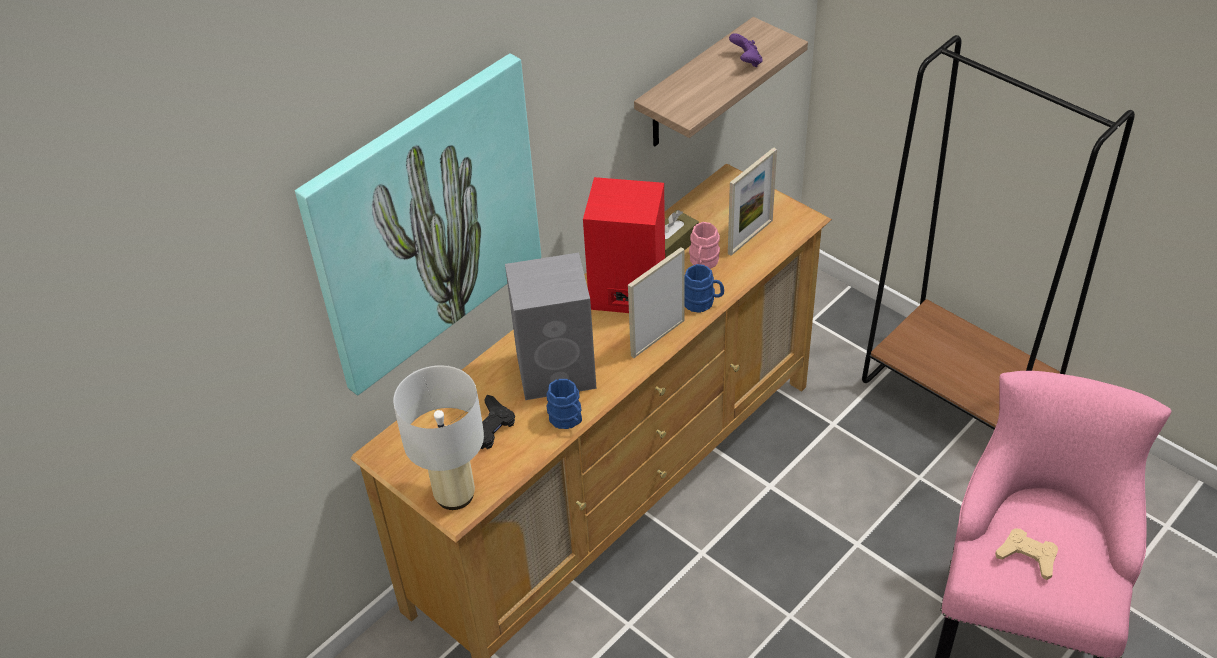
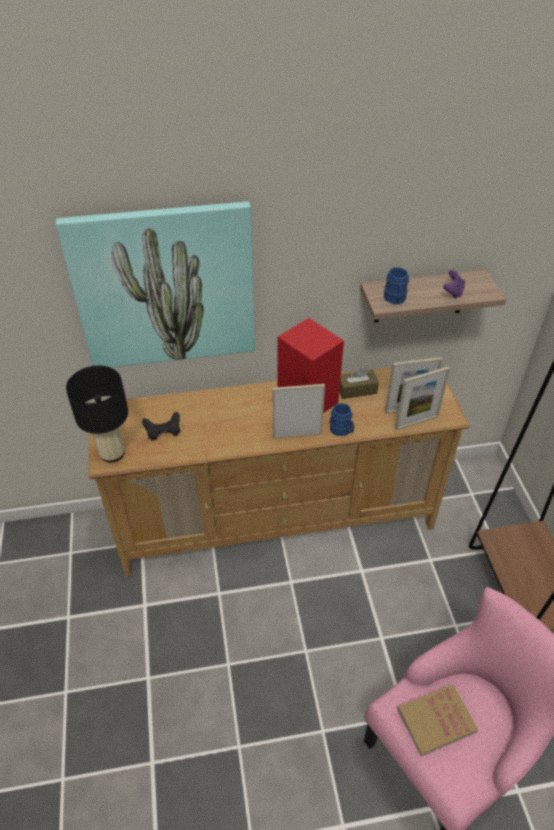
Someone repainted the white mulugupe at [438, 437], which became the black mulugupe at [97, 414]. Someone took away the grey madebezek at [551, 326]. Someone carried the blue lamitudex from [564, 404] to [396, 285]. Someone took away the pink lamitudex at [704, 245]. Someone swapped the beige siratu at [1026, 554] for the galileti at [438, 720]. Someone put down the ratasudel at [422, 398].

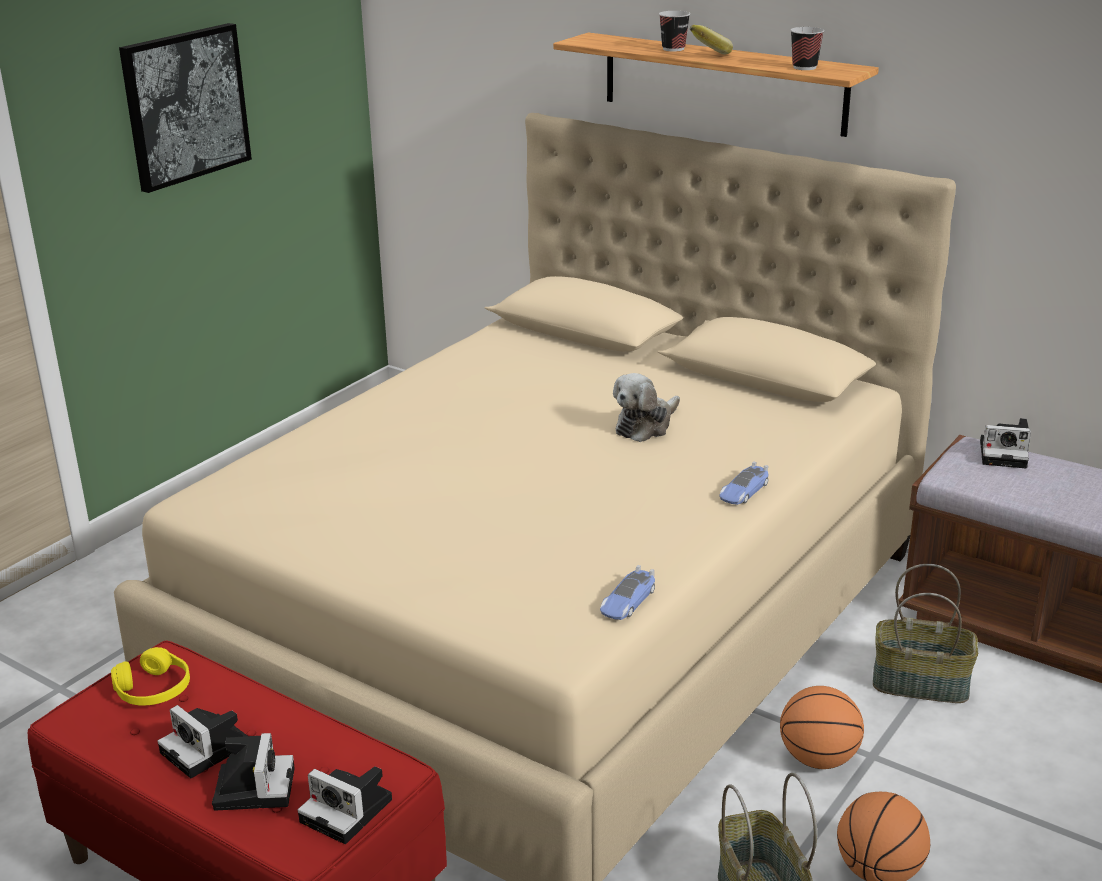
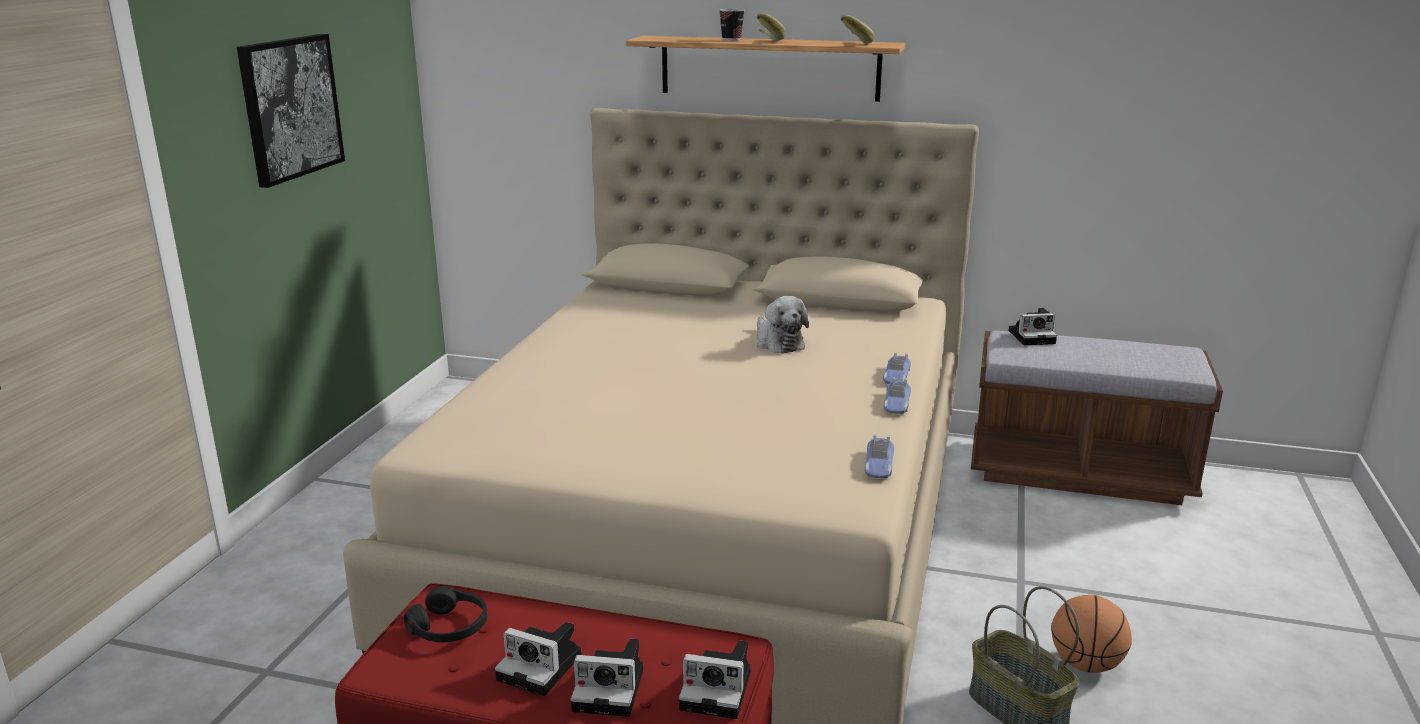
Someone repainted the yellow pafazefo at [150, 676], which became the black pafazefo at [445, 614]. Someone rotated the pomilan at [253, 772] by 120 degrees clockwise. Someone rotated the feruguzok at [646, 407] by 45 degrees counterclockwise. Someone took away the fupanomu at [822, 727]. Someone swapped the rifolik at [807, 48] for the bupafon at [857, 29]. Someone took away the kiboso at [925, 633]. Someone put down the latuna at [897, 396].

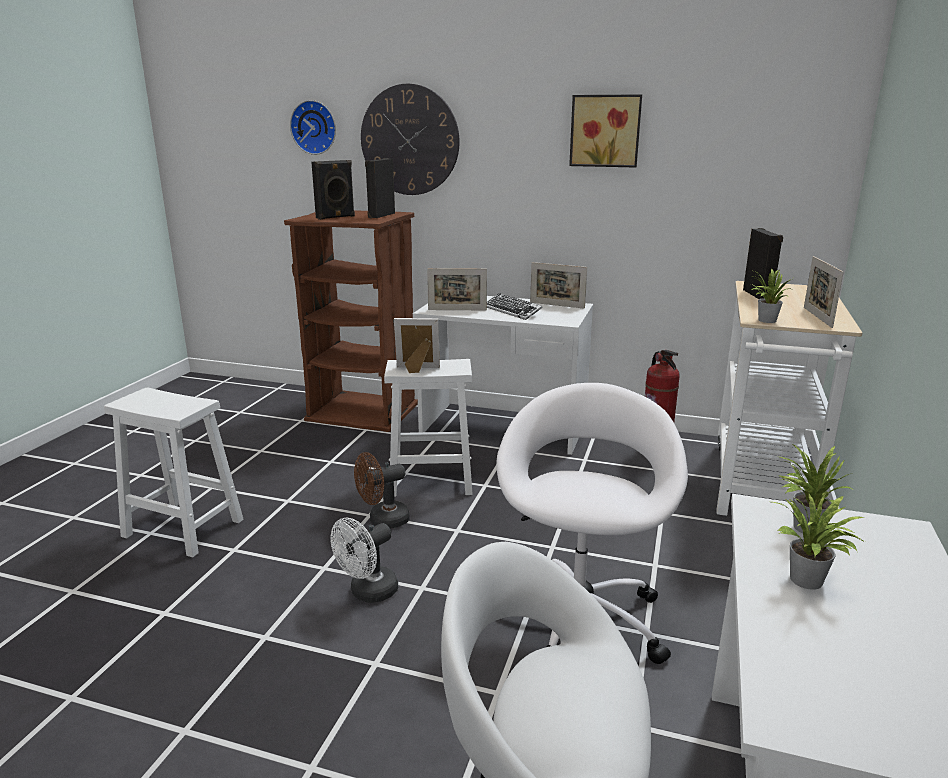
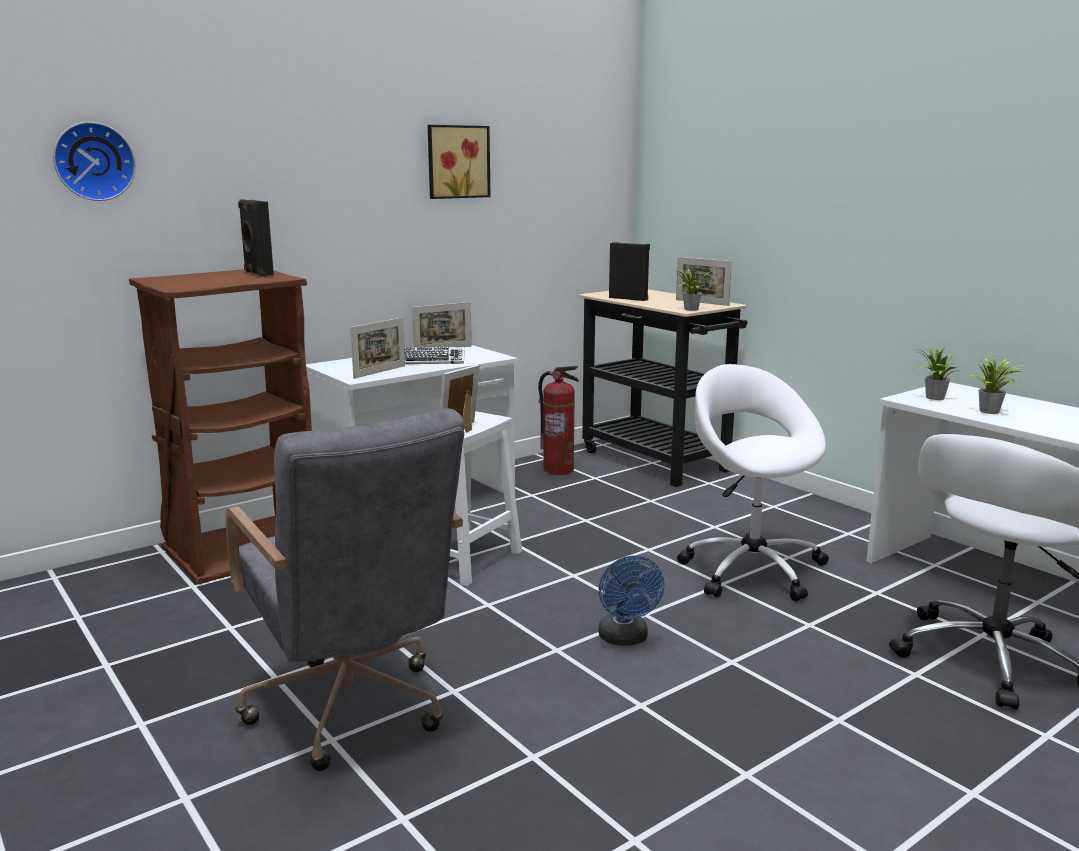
Someone swapped the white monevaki at [174, 472] for the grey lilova at [345, 589]. Someone took away the black madebezek at [333, 190]. Someone repainted the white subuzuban at [364, 560], which became the blue subuzuban at [631, 601]. Someone took away the brown subuzuban at [382, 490]. Someone took away the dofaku at [410, 139]. Someone repainted the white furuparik at [789, 398], which became the black furuparik at [663, 388].

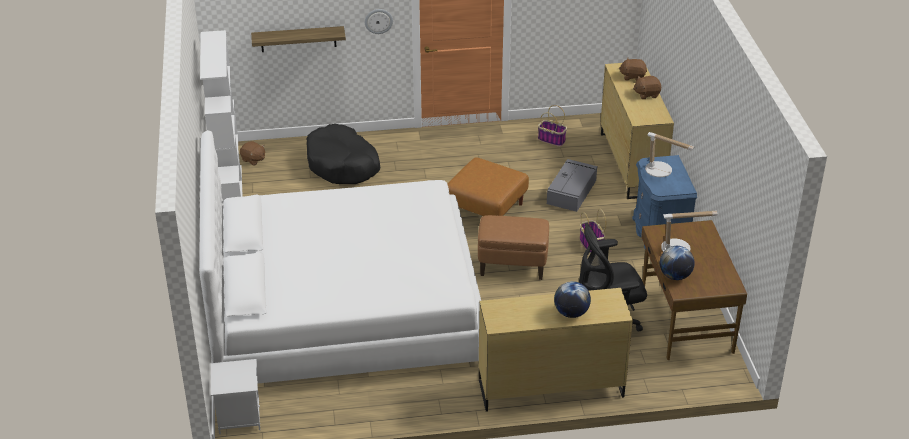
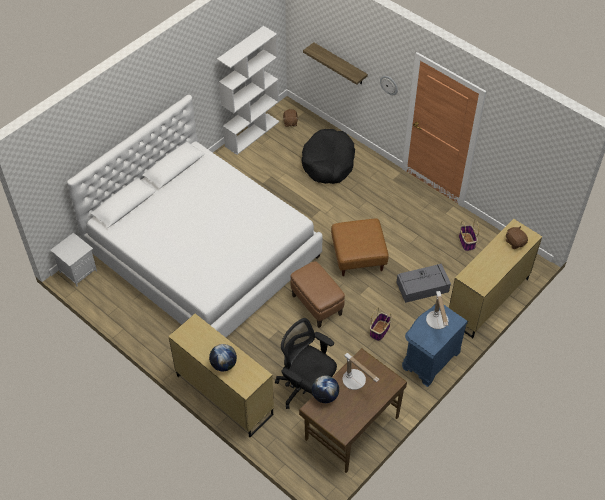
Someone took away the brown feruguzok at [647, 87].

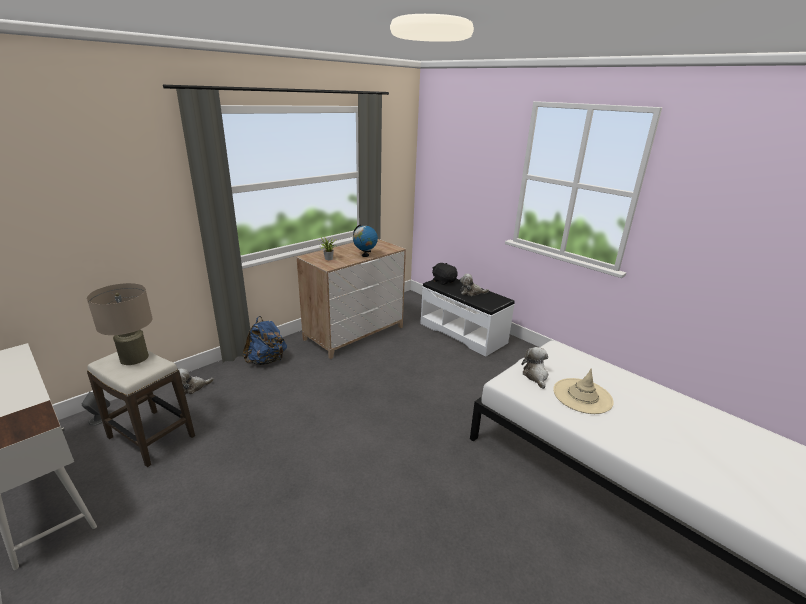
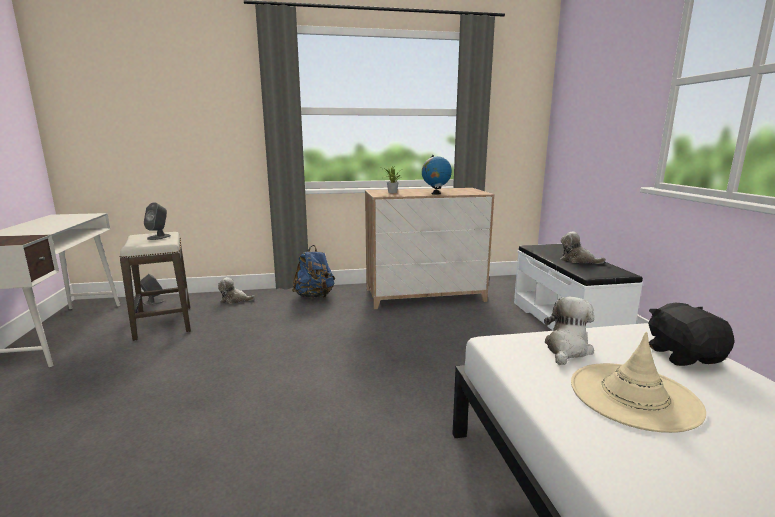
Someone swapped the beige mulugupe at [120, 324] for the grey madebezek at [157, 221]. Someone carried the black feruguzok from [445, 274] to [691, 334].

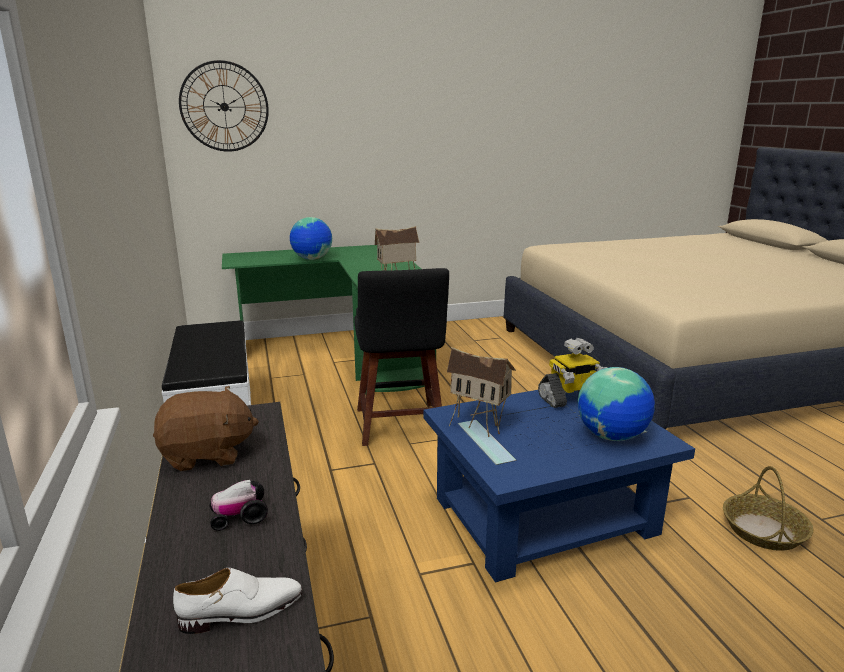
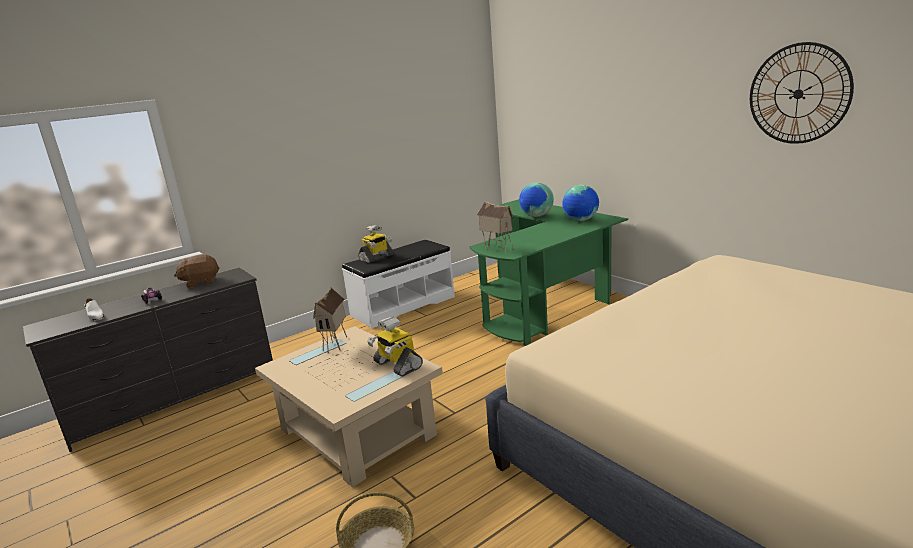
Someone rotated the brown feruguzok at [206, 428] by 105 degrees clockwise. Someone carried the dofaku from [224, 106] to [802, 93]. Someone took away the black monevaki at [401, 357]. Someone repainted the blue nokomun at [559, 486], which became the beige nokomun at [349, 406]. Someone carried the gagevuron from [616, 404] to [580, 203]. Someone put down the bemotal at [376, 244].

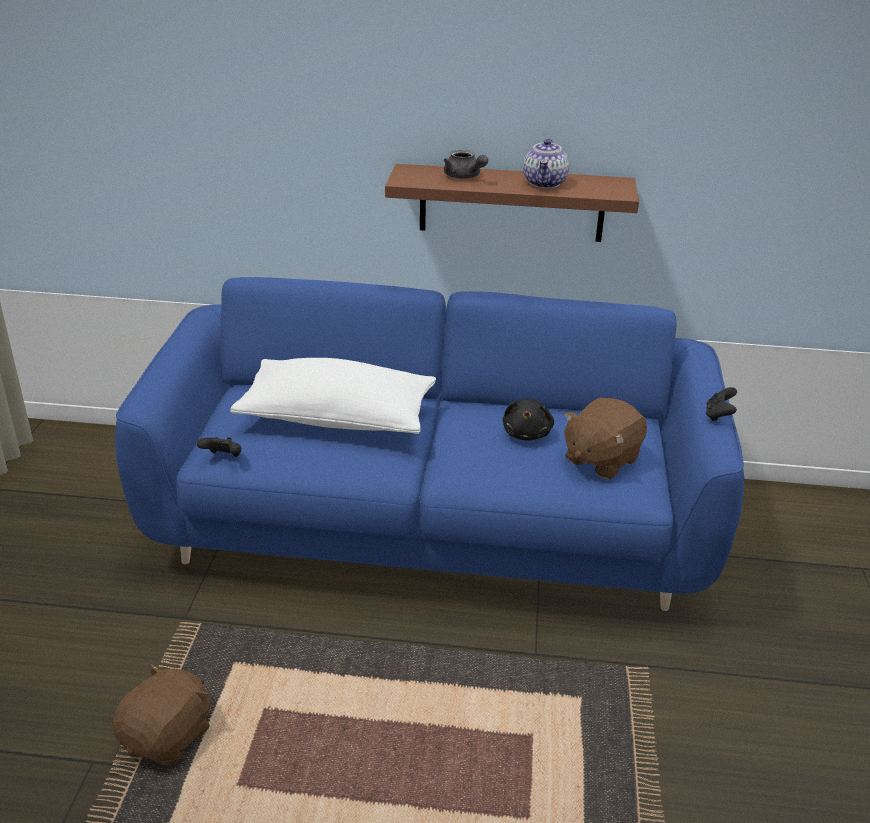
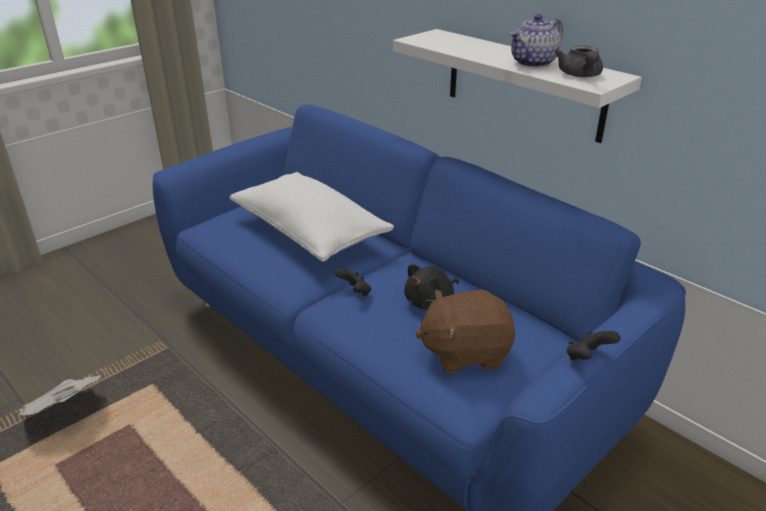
Someone swapped the brown feruguzok at [161, 715] for the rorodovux at [60, 395]. Someone carried the black siratu from [219, 447] to [353, 282]. Someone repainted the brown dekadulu at [512, 203], which became the white dekadulu at [517, 86]. Someone carried the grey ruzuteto from [466, 164] to [579, 61].

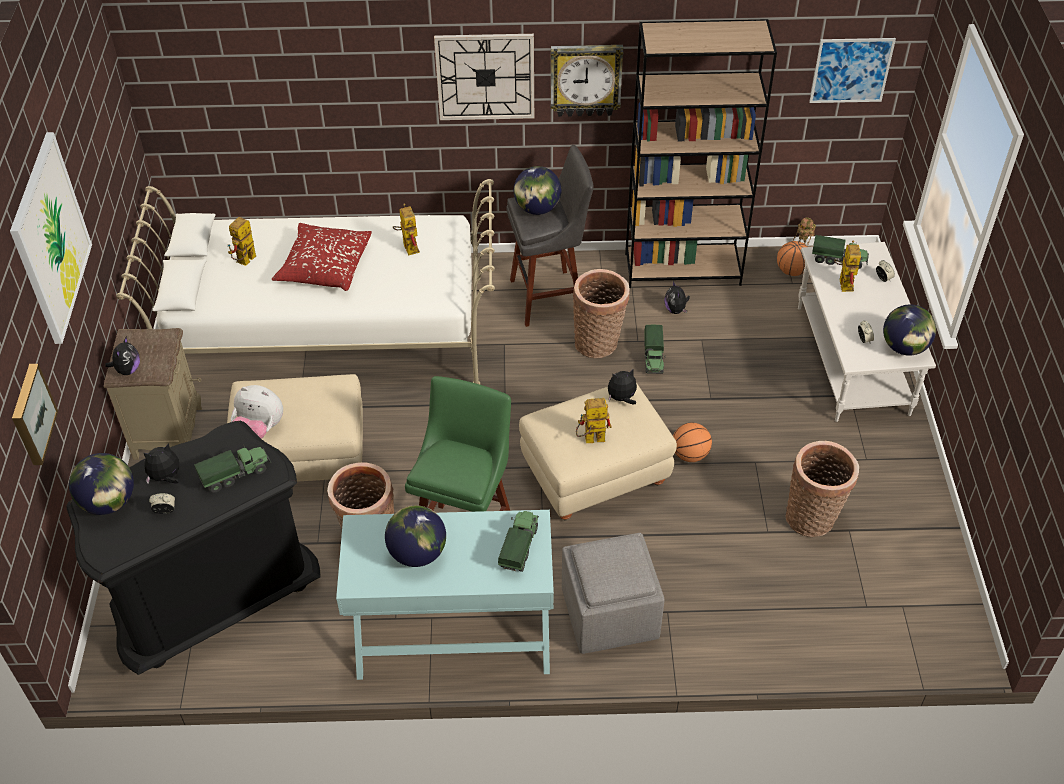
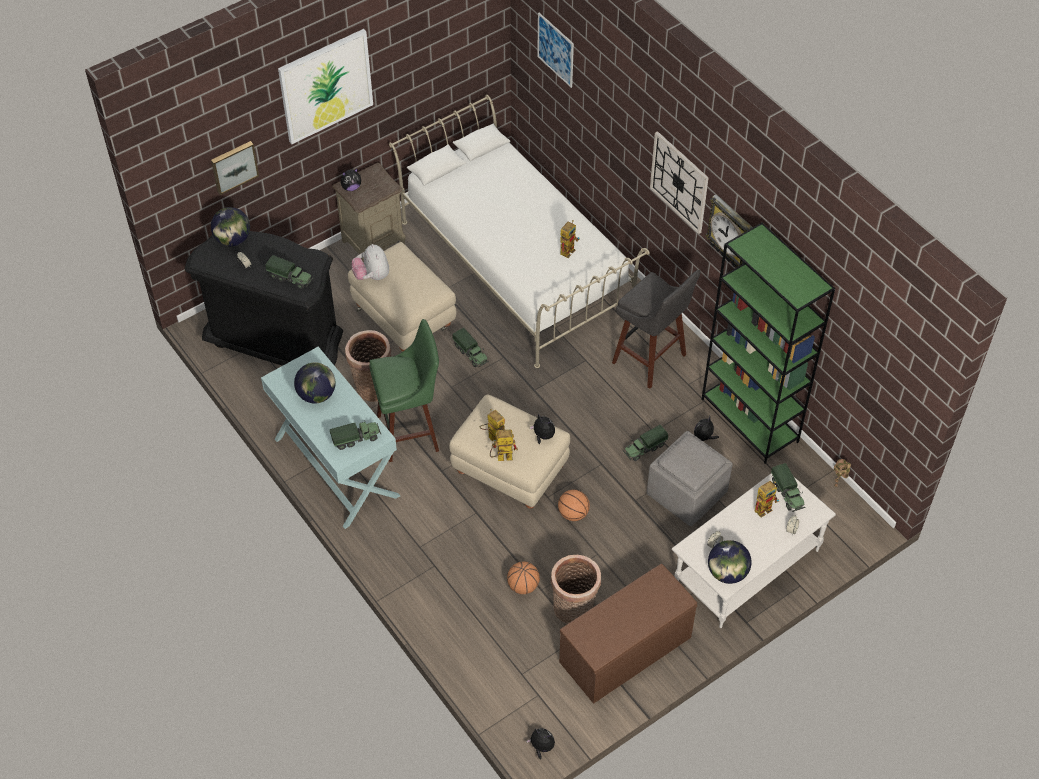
Someone carried the feruguzok from [161, 463] to [540, 744]. Someone carried the bemotal from [242, 241] to [504, 445]. Someone took away the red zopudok at [322, 257]. Someone took away the gagevuron at [537, 190]. Someone carried the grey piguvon from [613, 593] to [690, 478]. Someone took away the kiboso at [600, 313]. Someone repainted the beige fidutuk at [701, 153], which became the green fidutuk at [768, 343]. Someone carried the fupanomu from [792, 258] to [523, 578]. Someone carried the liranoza from [852, 70] to [555, 50]. Someone put down the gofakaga at [471, 347]. Someone put down the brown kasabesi at [628, 634].

